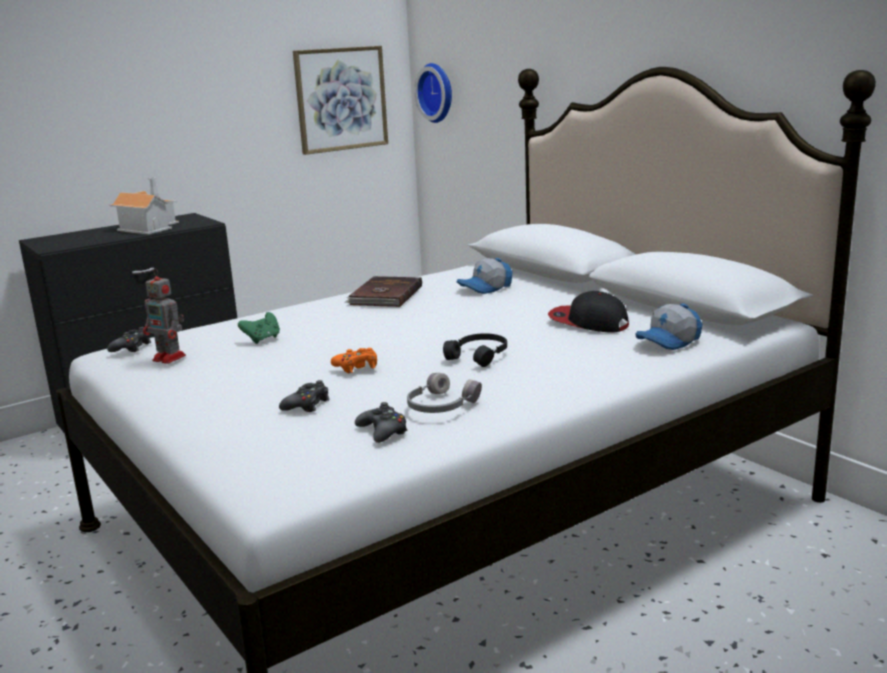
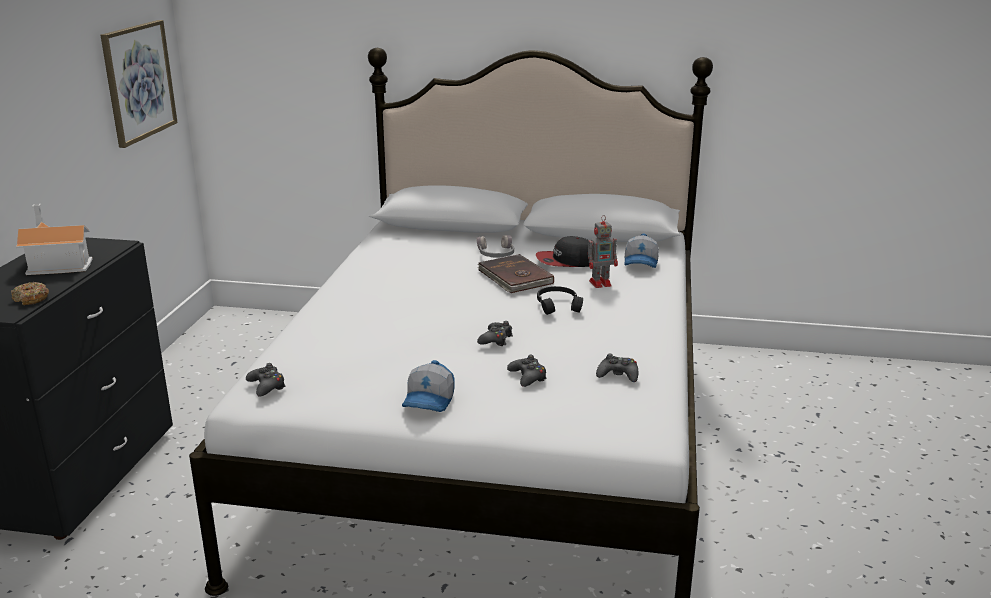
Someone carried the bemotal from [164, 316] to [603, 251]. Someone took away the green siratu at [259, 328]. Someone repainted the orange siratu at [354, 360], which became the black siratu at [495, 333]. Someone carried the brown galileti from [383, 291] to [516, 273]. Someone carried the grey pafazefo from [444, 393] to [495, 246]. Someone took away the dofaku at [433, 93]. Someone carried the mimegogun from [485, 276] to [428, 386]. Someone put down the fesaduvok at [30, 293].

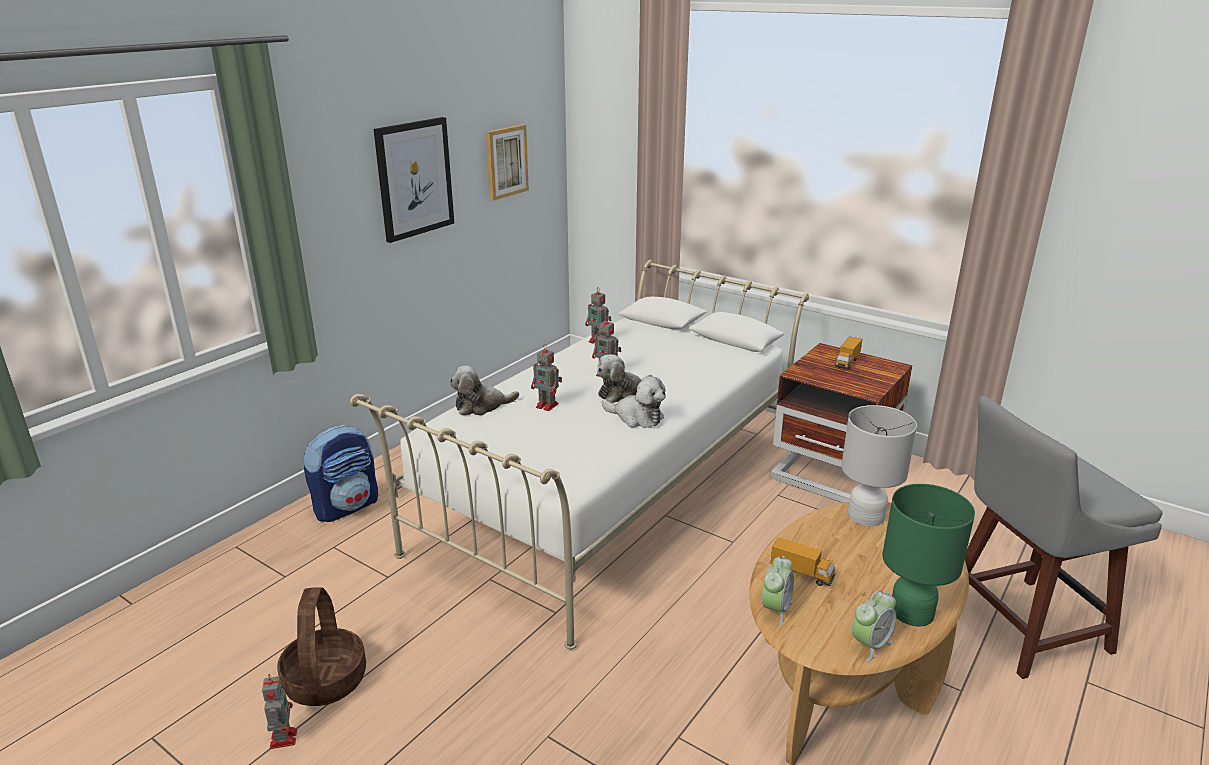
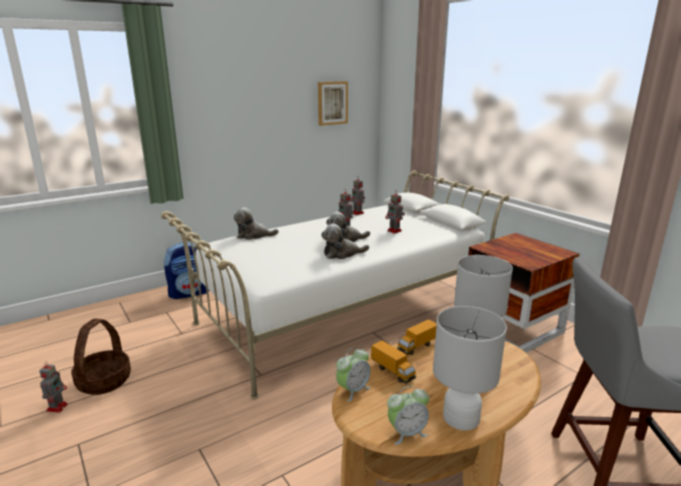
Someone took away the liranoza at [414, 180]. Someone carried the bemotal from [546, 377] to [395, 212]. Someone rotated the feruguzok at [634, 402] by 120 degrees clockwise. Someone carried the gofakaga from [848, 352] to [417, 337]. Someone repainted the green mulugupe at [929, 555], which became the grey mulugupe at [470, 368].

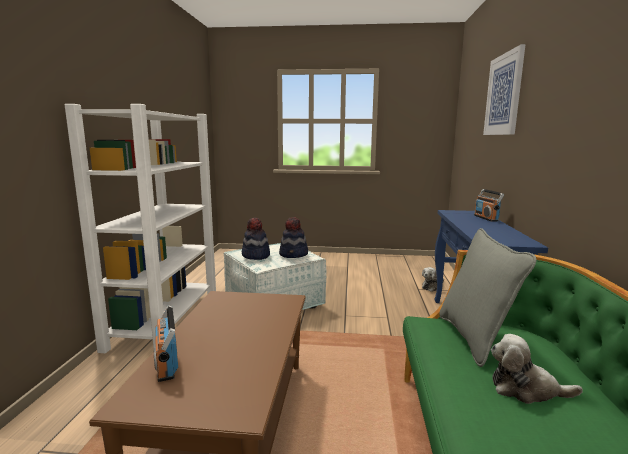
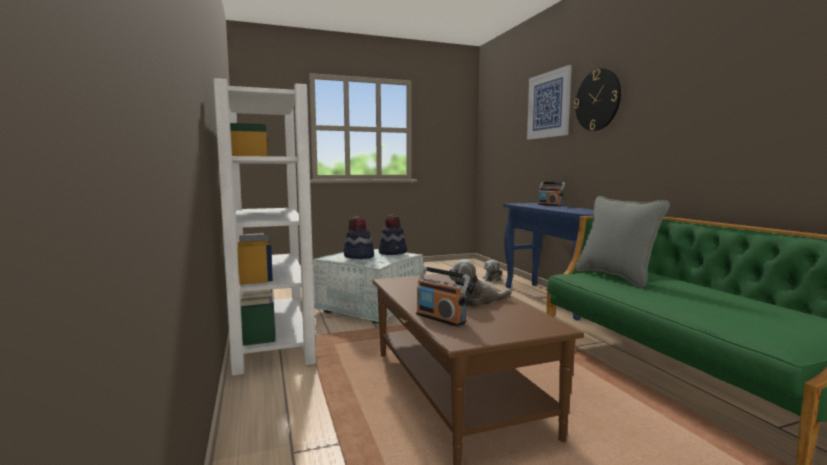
Someone carried the feruguzok from [537, 369] to [479, 283]. Someone put up the dofaku at [597, 99].

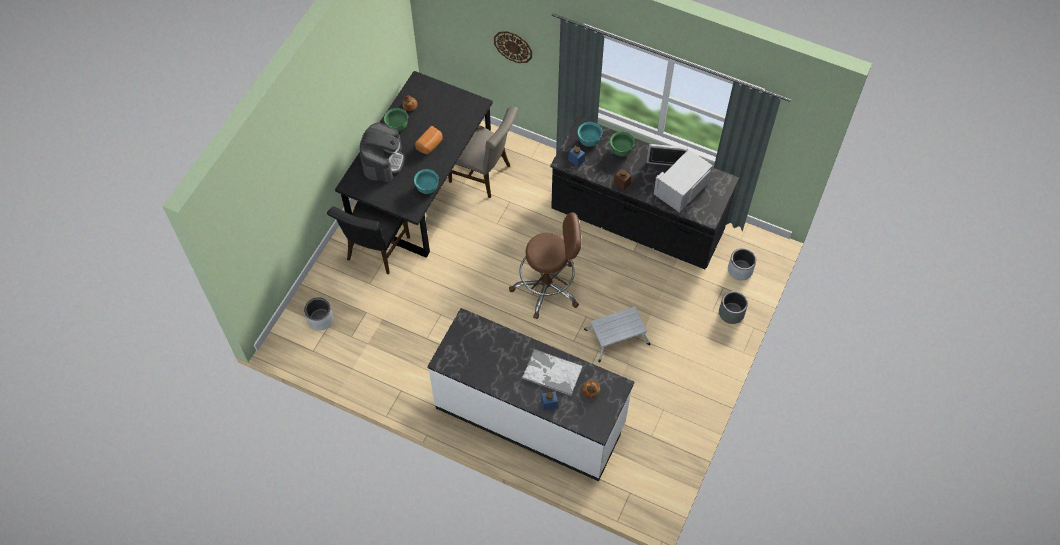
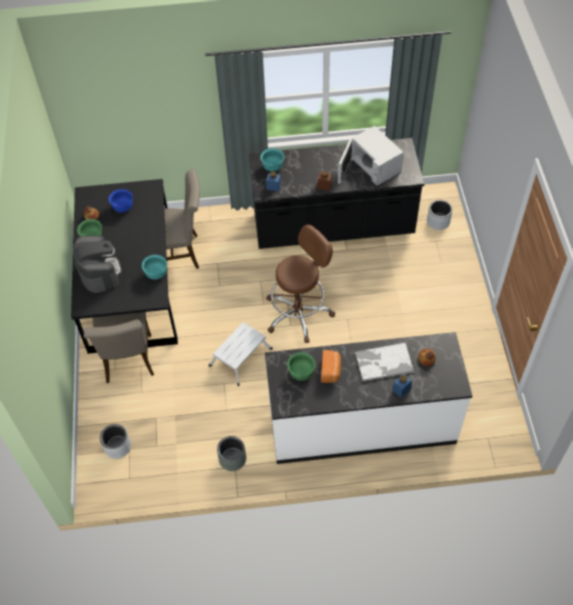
Someone repainted the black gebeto at [368, 237], which became the beige gebeto at [119, 347]. Someone carried the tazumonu from [429, 140] to [331, 366]. Someone took away the dofaku at [513, 47]. Someone carried the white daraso from [617, 334] to [241, 354]. Someone carried the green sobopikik from [622, 143] to [301, 366]. Someone rotated the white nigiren at [680, 178] by 45 degrees counterclockwise. Someone carried the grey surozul from [733, 307] to [231, 453]. Someone put down the blue sobopikik at [120, 200].

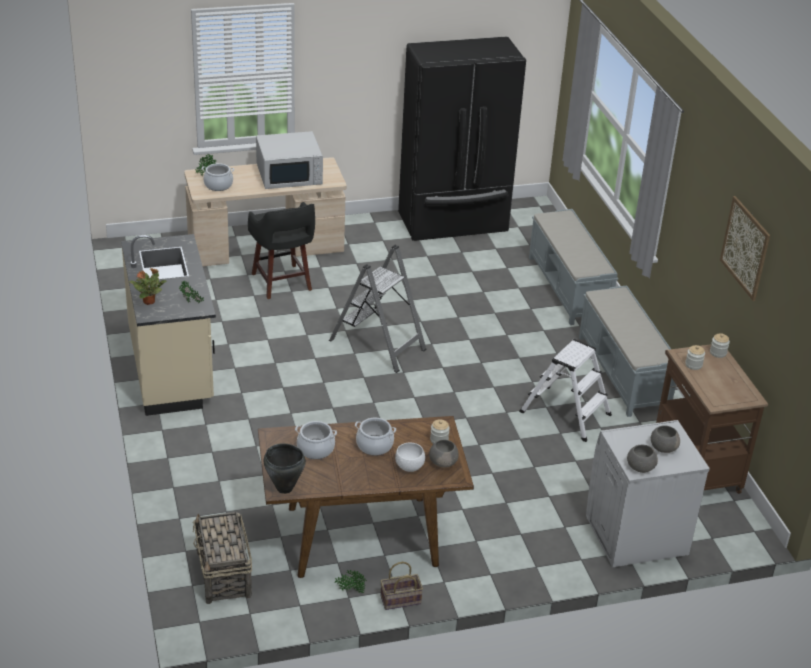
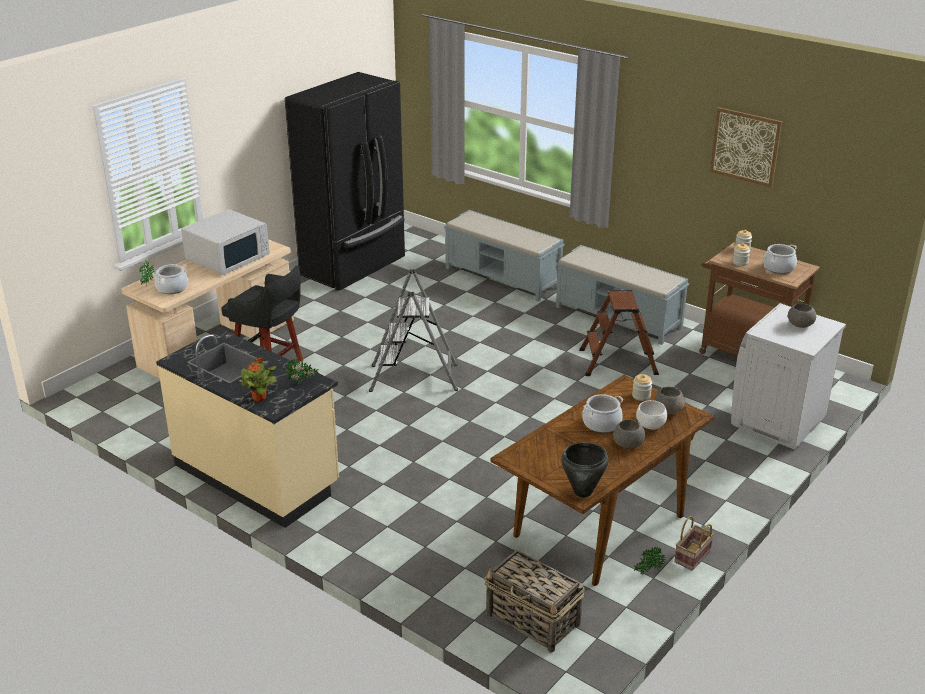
Someone carried the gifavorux from [316, 440] to [780, 259]. Someone repainted the white daraso at [565, 390], which became the brown daraso at [619, 333]. Someone carried the grey sobopikik from [642, 459] to [629, 433].

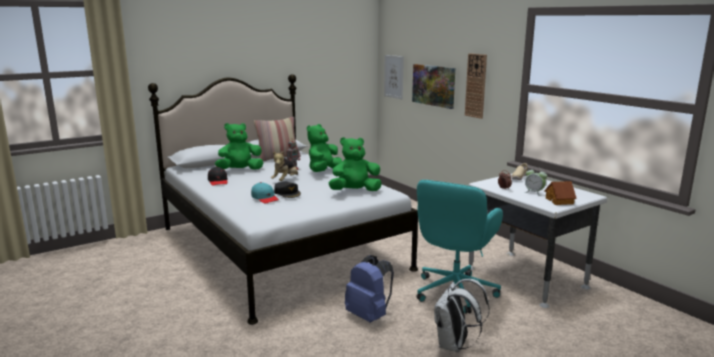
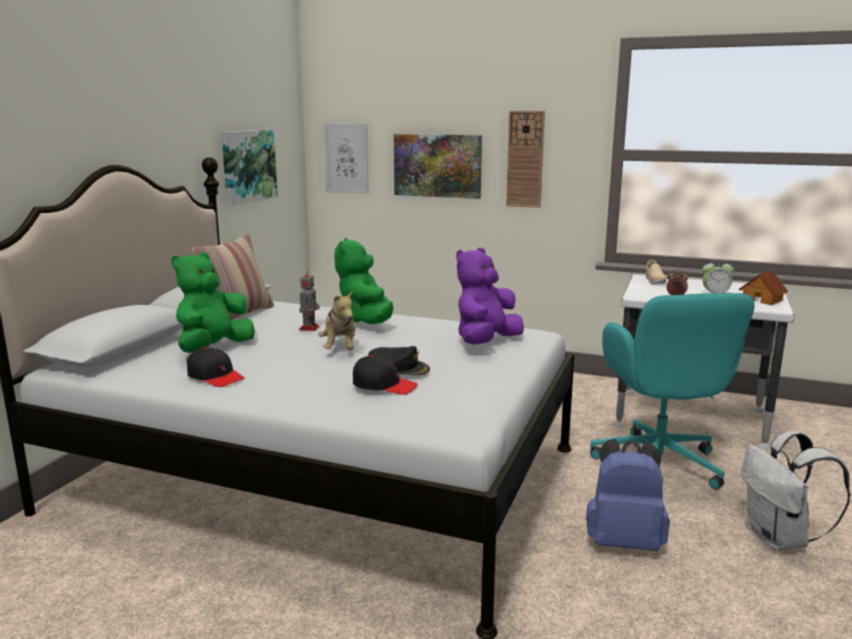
Someone repainted the turquoise mimegogun at [265, 192], which became the black mimegogun at [385, 374]. Someone repainted the green feruguzok at [355, 164], which became the purple feruguzok at [490, 296]. Someone put up the liranoza at [249, 168].

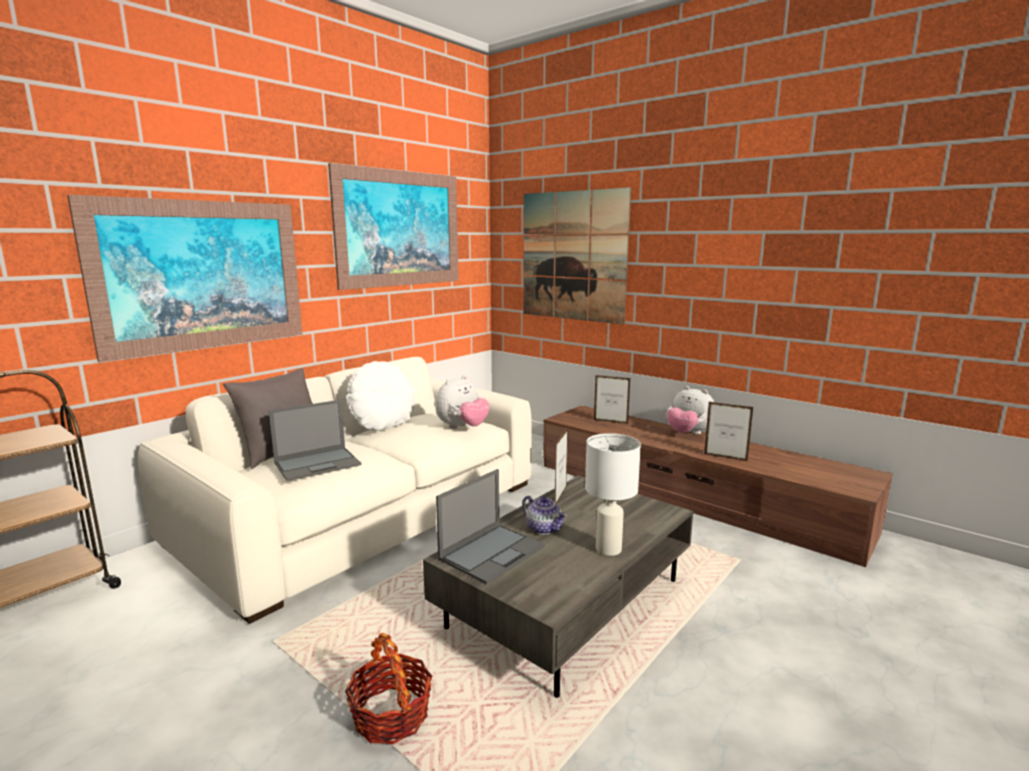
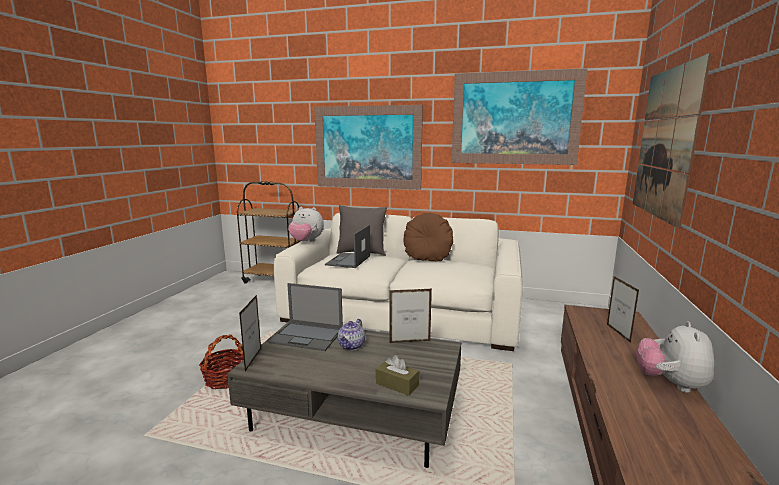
Someone rotated the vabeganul at [315, 440] by 75 degrees clockwise. Someone repainted the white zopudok at [380, 396], which became the brown zopudok at [428, 237]. Someone carried the feruguzok from [462, 402] to [306, 224]. Someone took away the white mulugupe at [613, 494]. Someone carried the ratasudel from [728, 431] to [250, 333]. Someone put down the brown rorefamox at [397, 375].

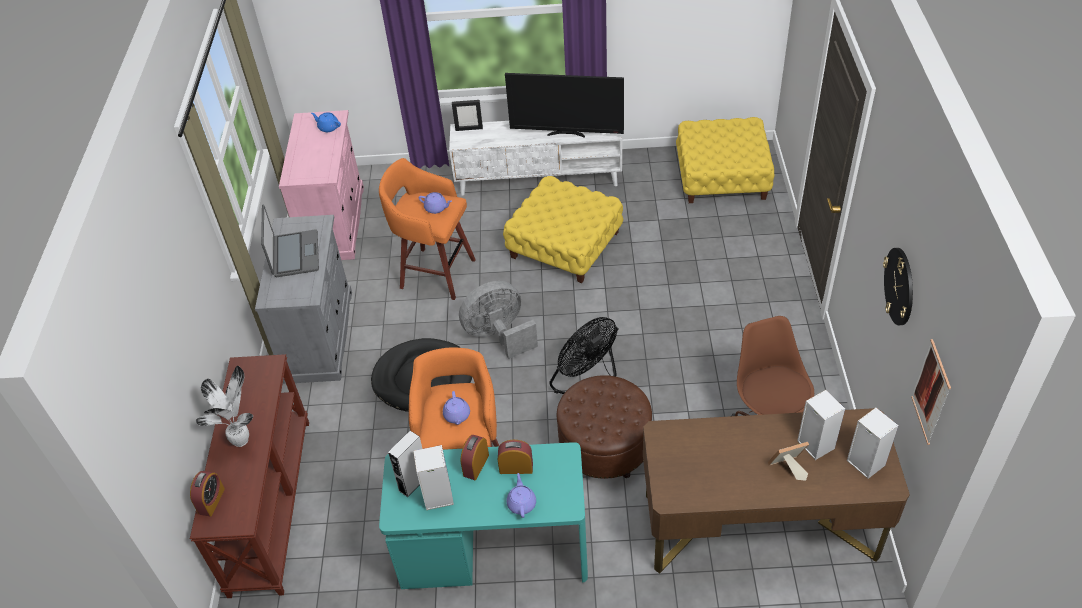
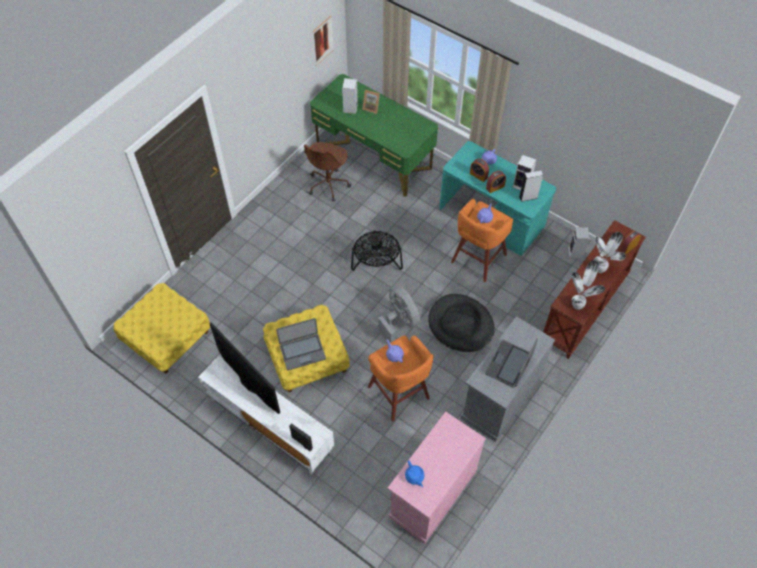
Someone rotated the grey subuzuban at [498, 320] by 135 degrees counterclockwise. Someone took away the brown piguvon at [604, 427]. Someone repainted the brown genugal at [776, 491], which became the green genugal at [374, 135]. Someone carried the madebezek from [873, 443] to [579, 243]. Someone took away the dofaku at [898, 286]. Someone put down the vabeganul at [301, 344]. Someone put down the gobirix at [588, 285].

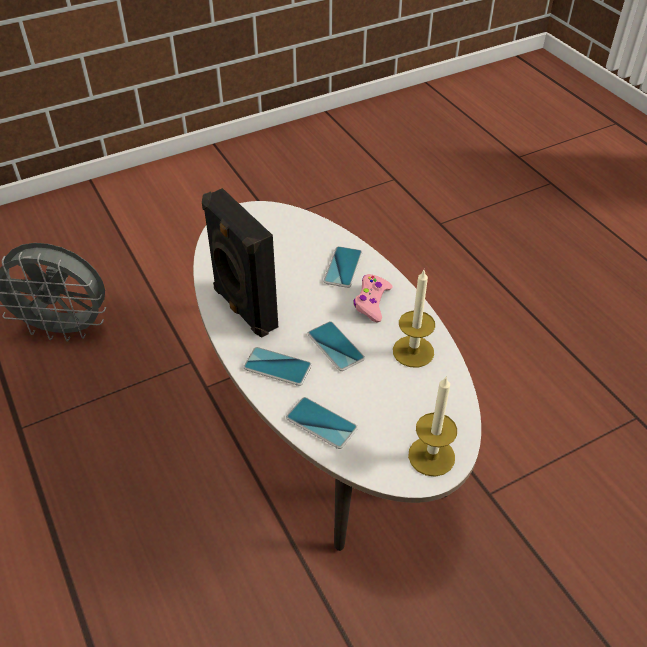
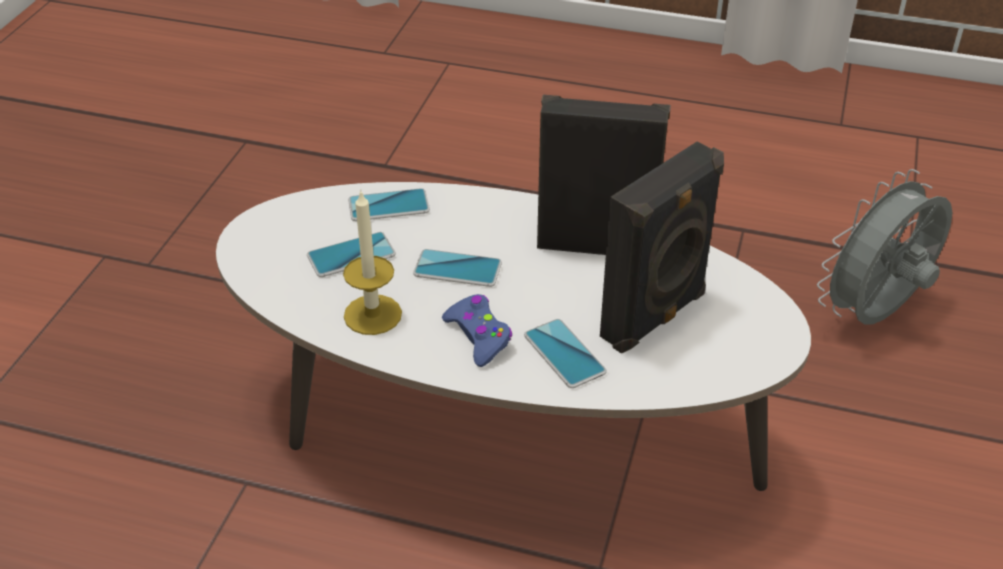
Someone carried the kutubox from [277, 366] to [351, 254]. Someone repainted the pink siratu at [372, 298], which became the blue siratu at [477, 330]. Someone took away the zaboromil at [432, 426]. Someone put down the black madebezek at [662, 247].

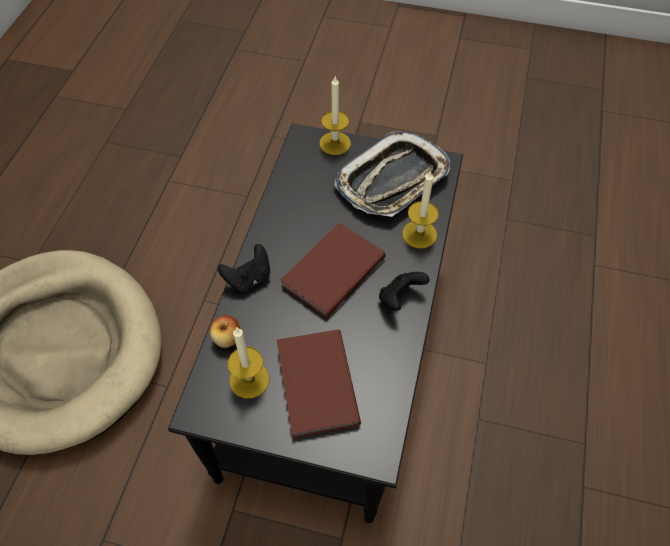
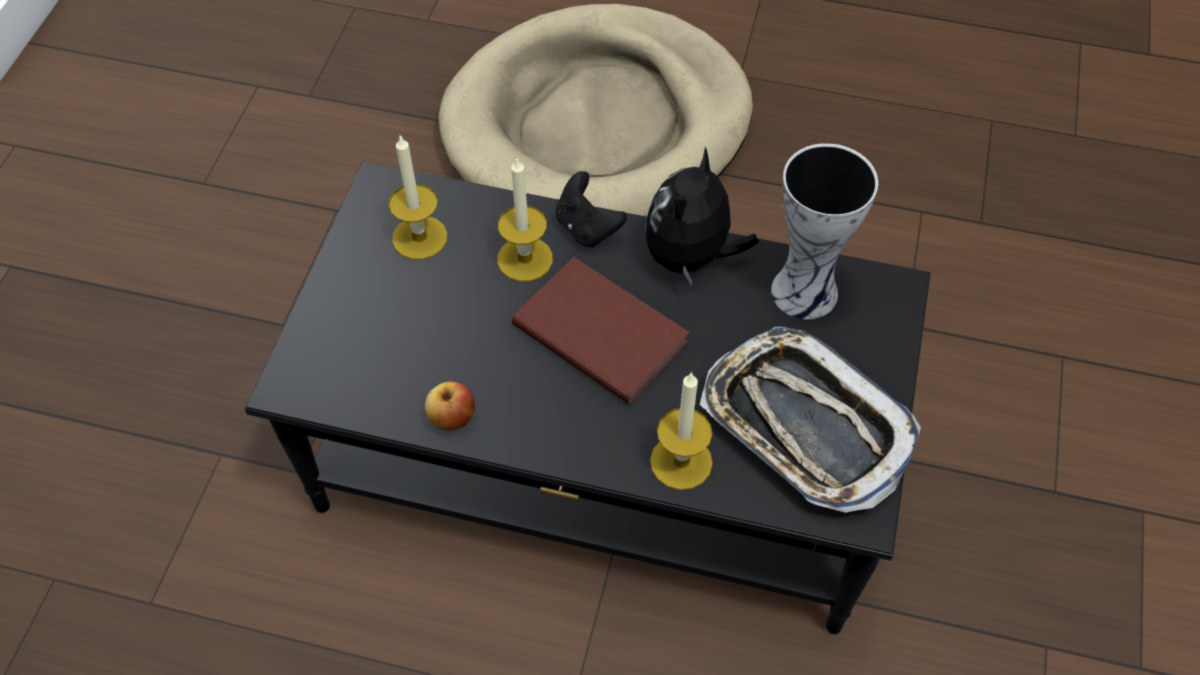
Someone carried the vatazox from [225, 331] to [450, 405]. Someone took away the brown galileti at [319, 383]. Someone carried the zaboromil from [335, 116] to [525, 220]. Someone took away the black siratu at [404, 291]. Someone put down the feruguzok at [702, 216]. Someone put down the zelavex at [824, 231].

